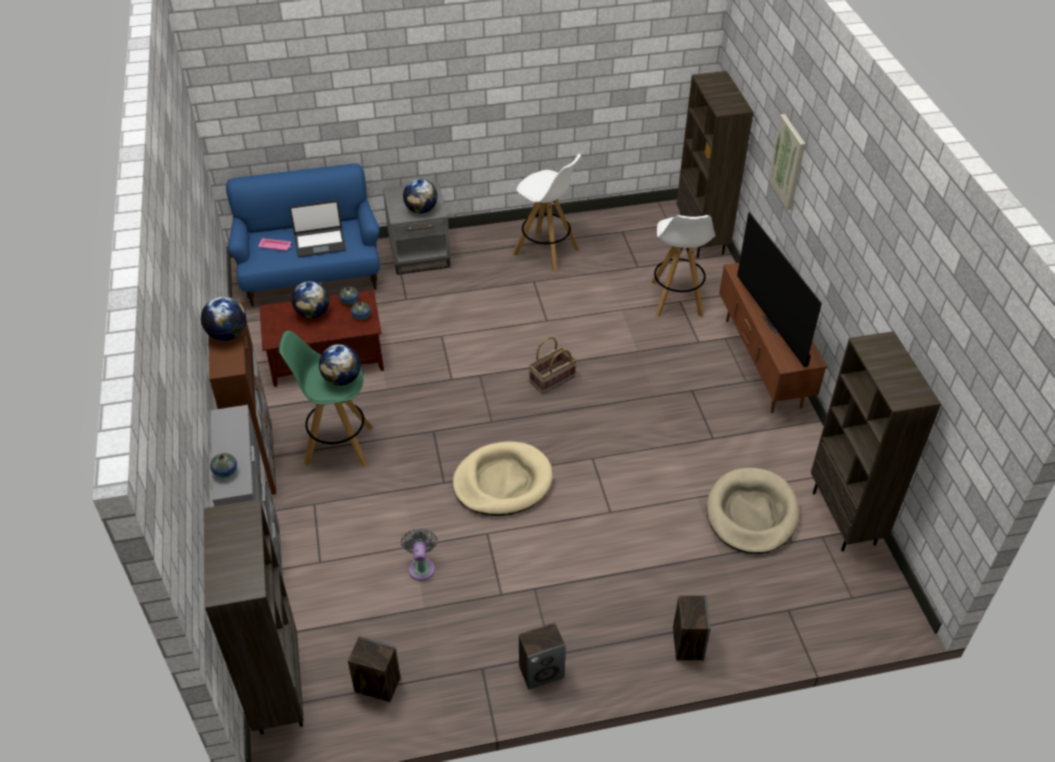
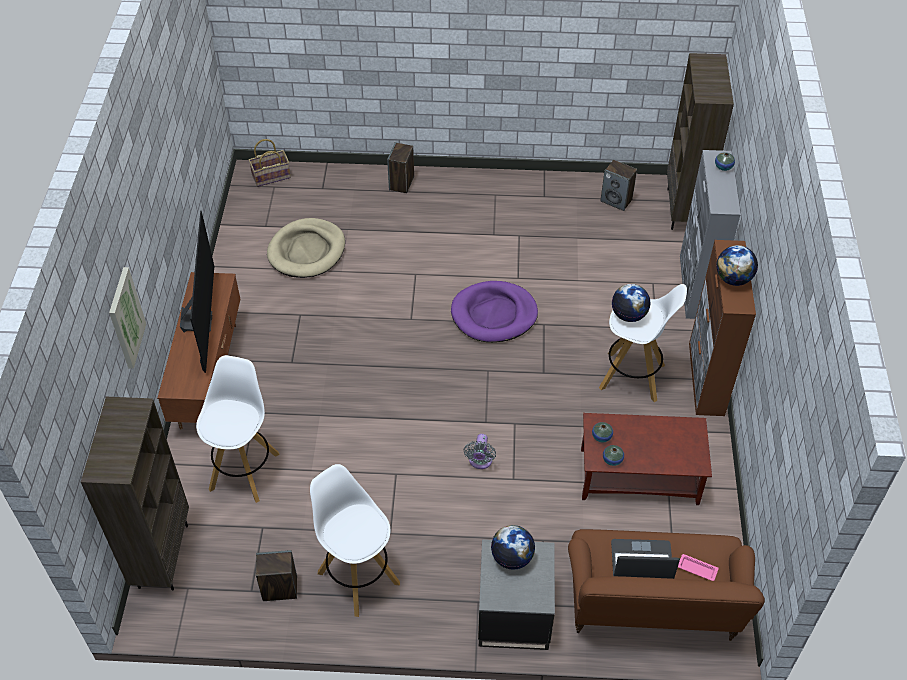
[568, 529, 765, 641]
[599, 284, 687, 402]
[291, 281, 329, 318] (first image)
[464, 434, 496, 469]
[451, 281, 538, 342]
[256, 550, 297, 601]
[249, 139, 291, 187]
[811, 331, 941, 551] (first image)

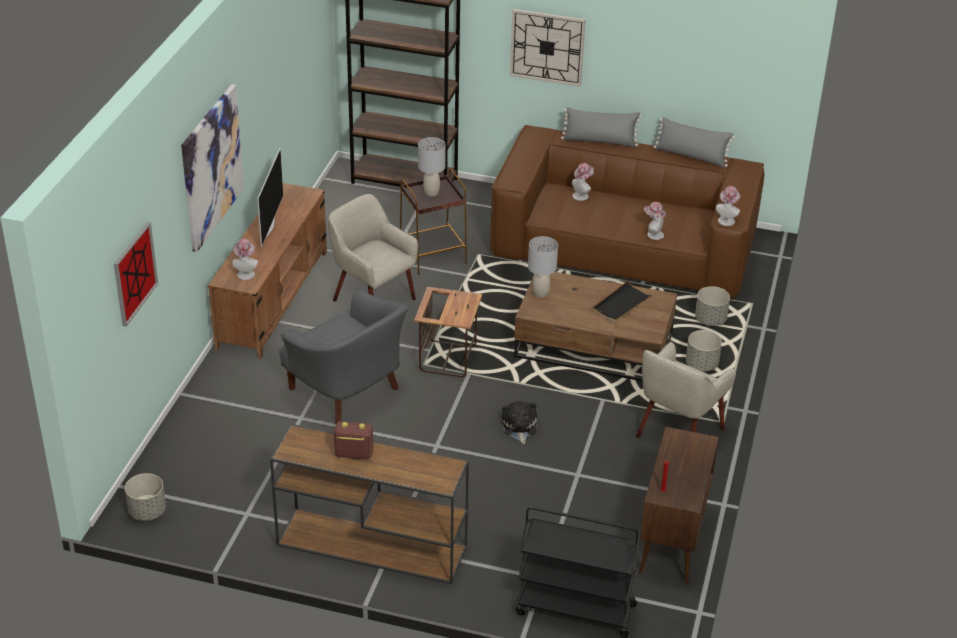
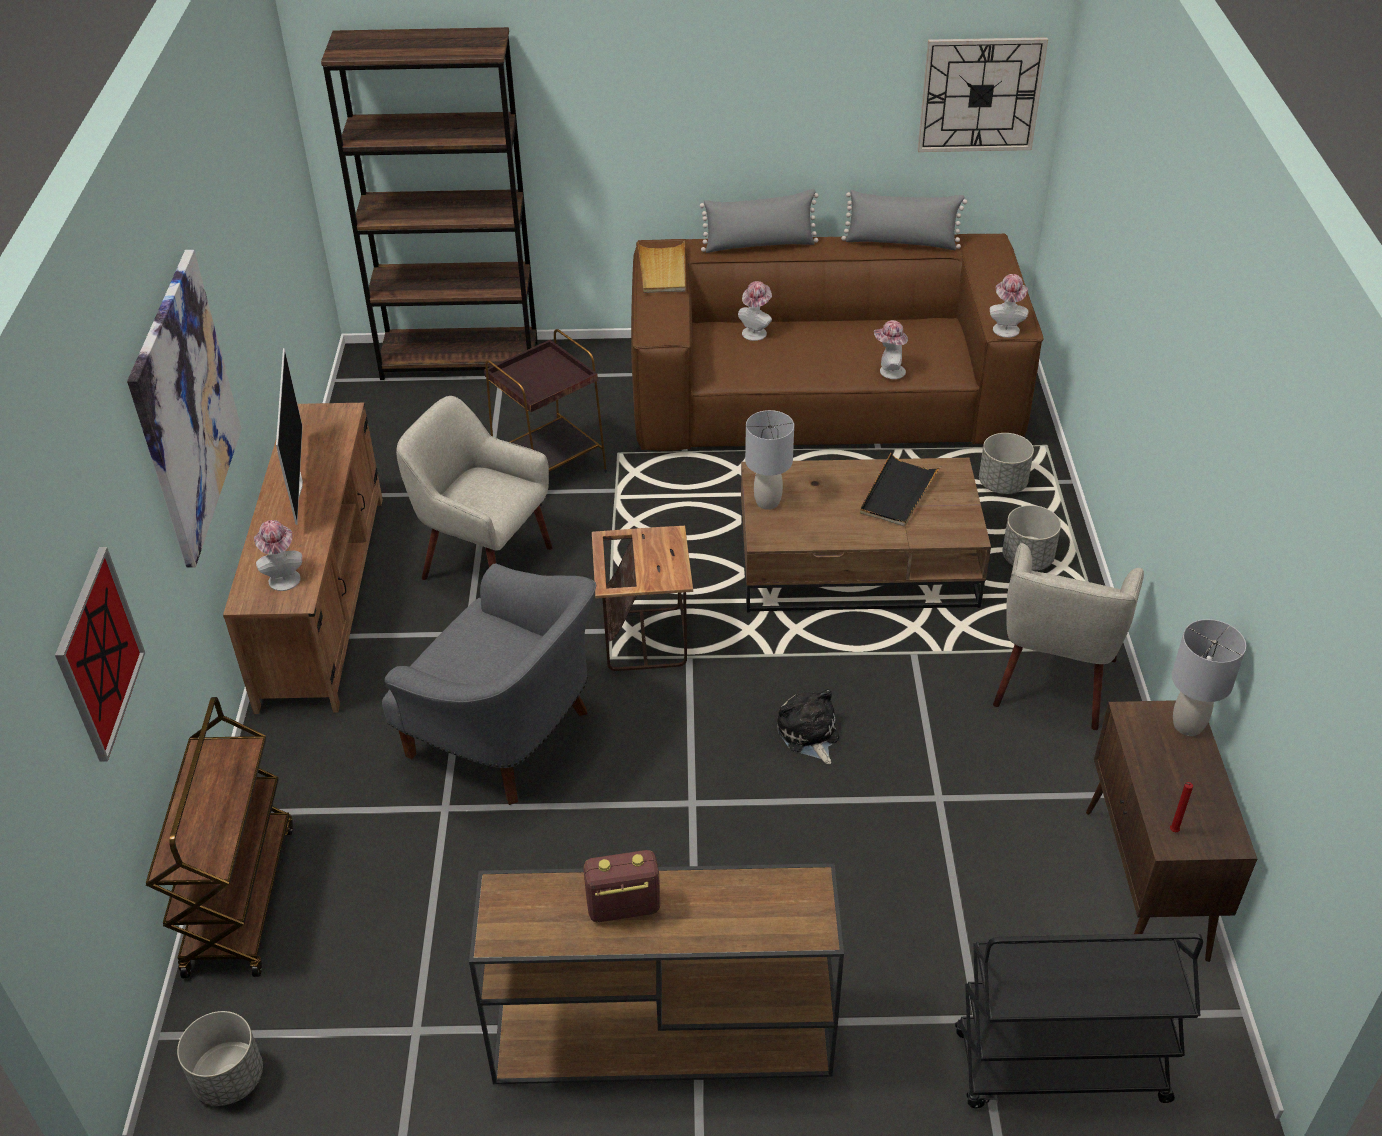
[1172, 619, 1246, 736]
[918, 37, 1048, 152]
[146, 697, 293, 978]
[638, 240, 686, 293]

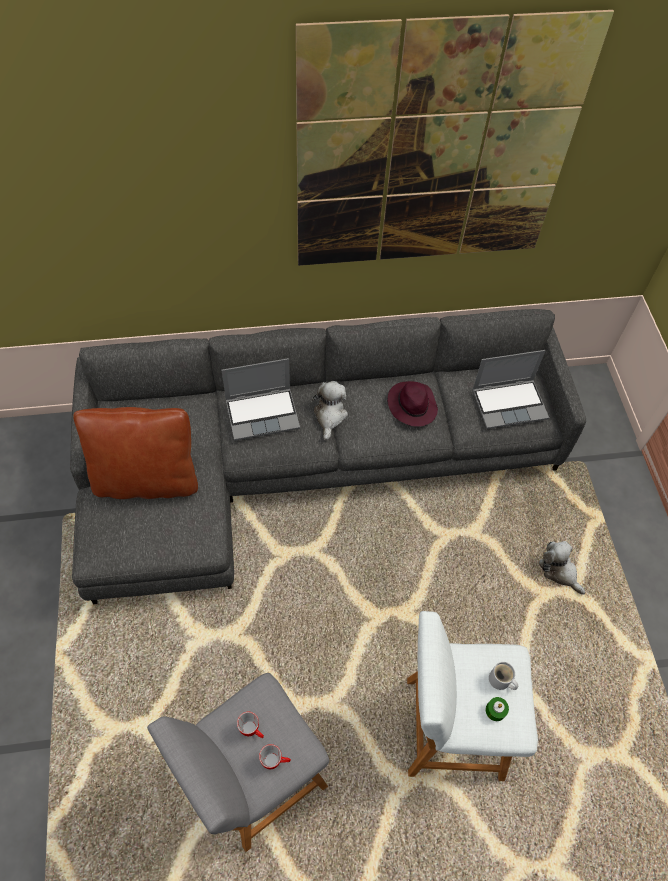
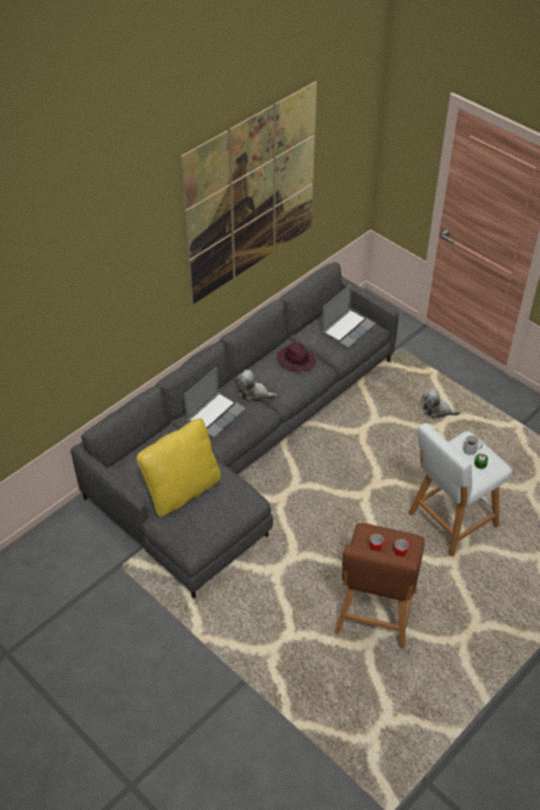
[137, 418, 221, 517]
[335, 523, 425, 649]
[237, 370, 277, 402]

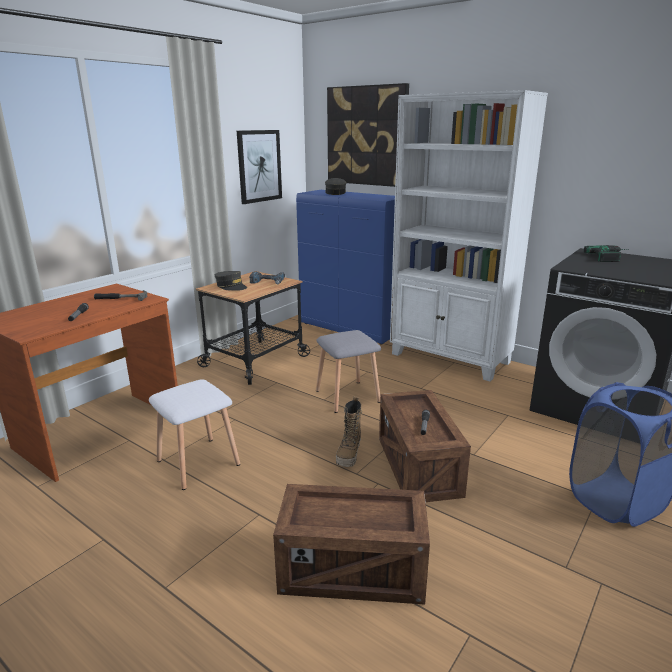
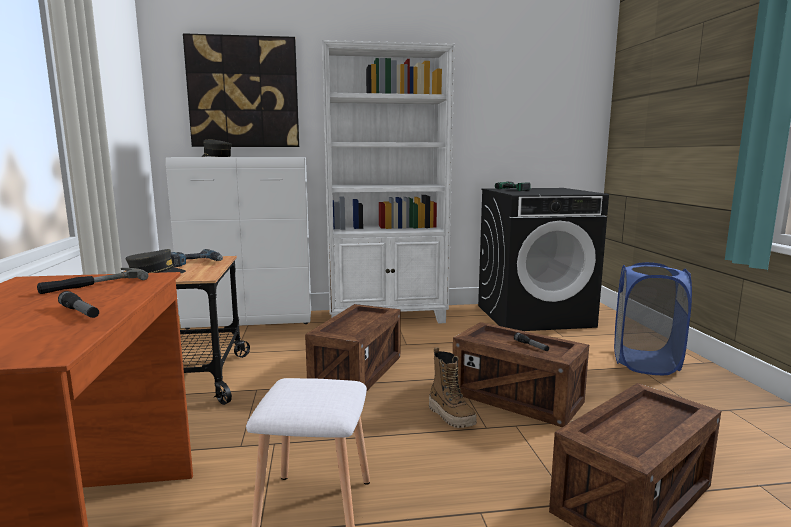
[237, 130, 282, 204] (first image)
[166, 157, 311, 329]
[305, 304, 400, 392]

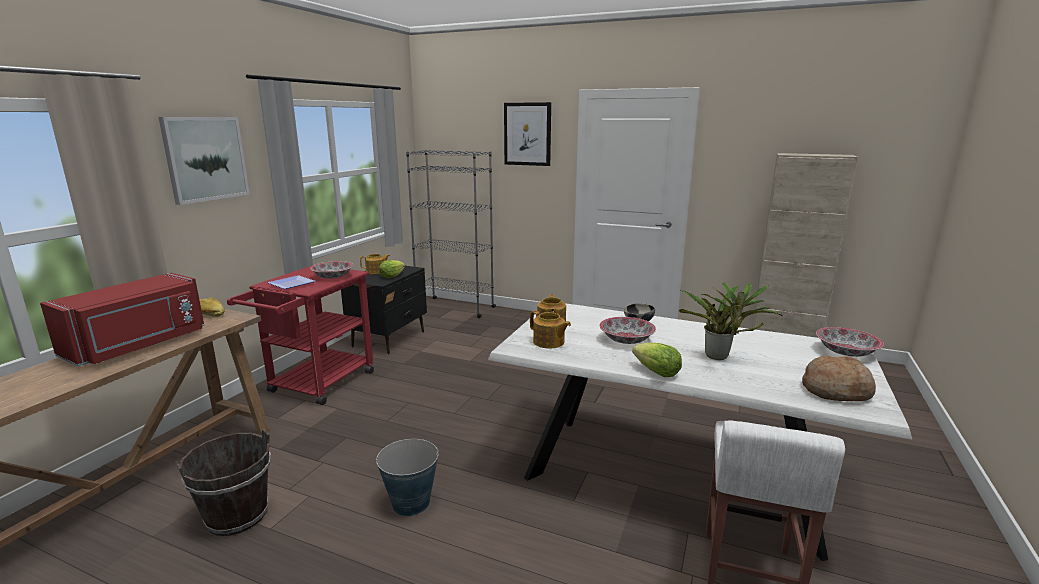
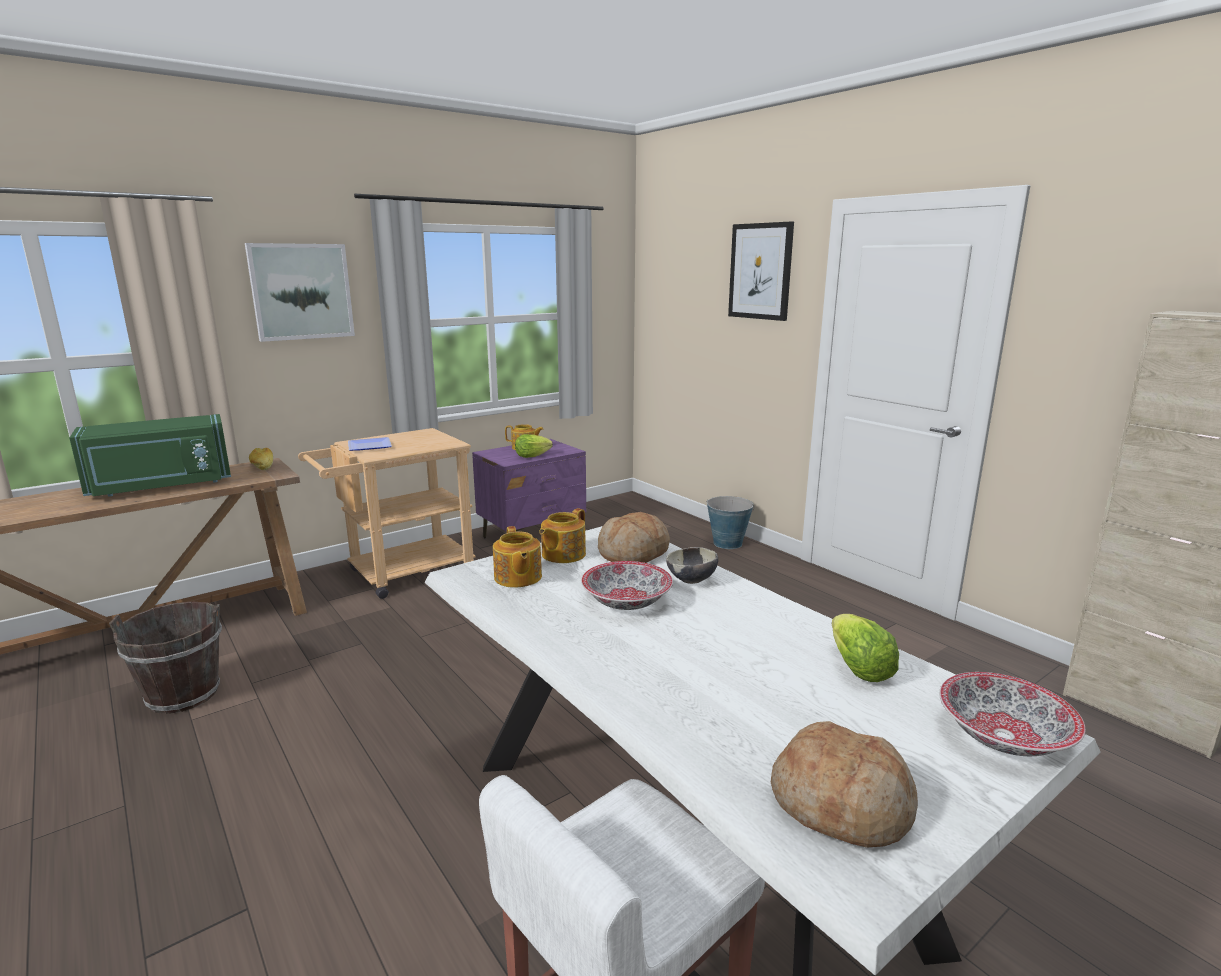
[69, 414, 231, 497]
[298, 428, 476, 599]
[310, 261, 353, 279] (first image)
[472, 439, 586, 539]
[706, 496, 754, 549]
[406, 150, 496, 318] (first image)
[832, 614, 899, 682]
[679, 283, 782, 360] (first image)
[598, 512, 670, 563]

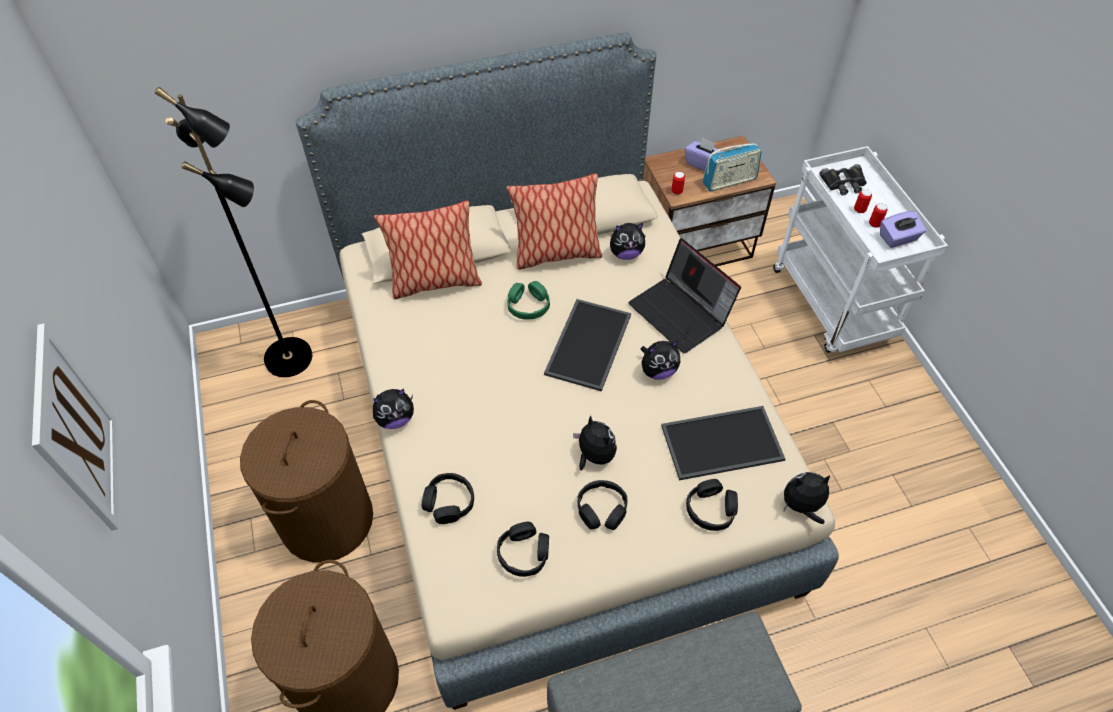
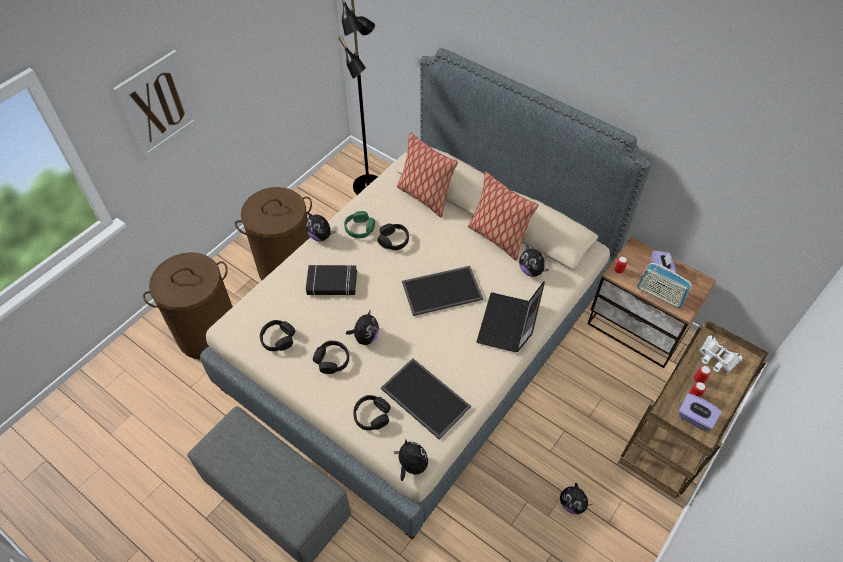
[377, 224, 409, 250]
[344, 211, 375, 238]
[560, 483, 592, 514]
[620, 320, 768, 499]
[699, 335, 743, 372]
[306, 265, 357, 296]

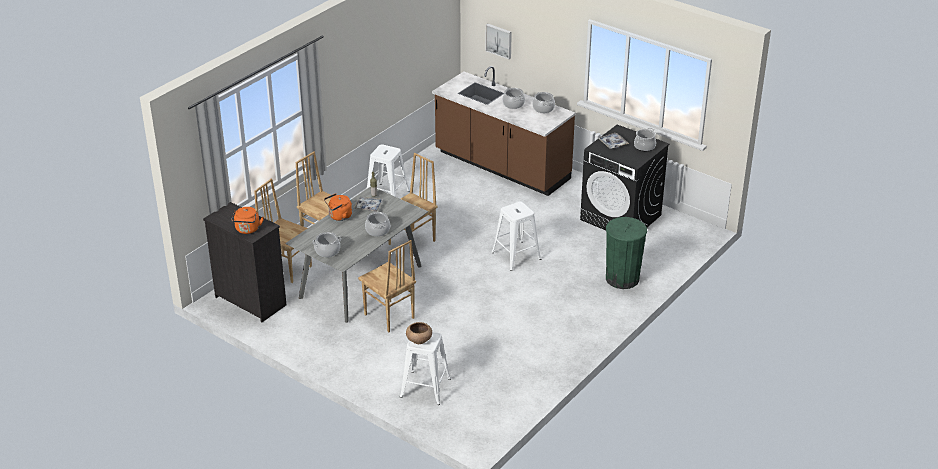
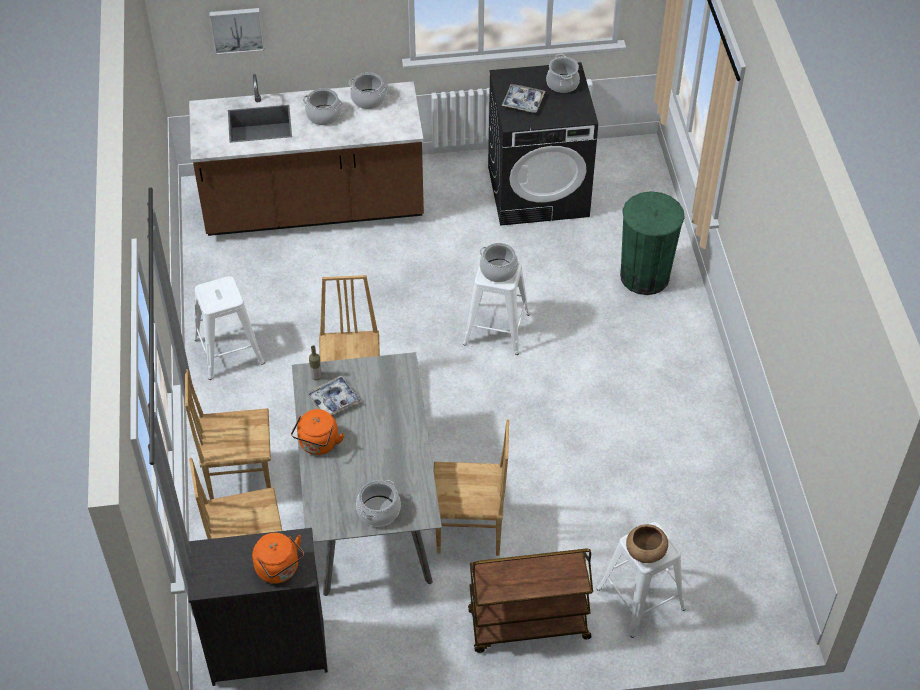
[480, 243, 519, 282]
[468, 549, 593, 653]

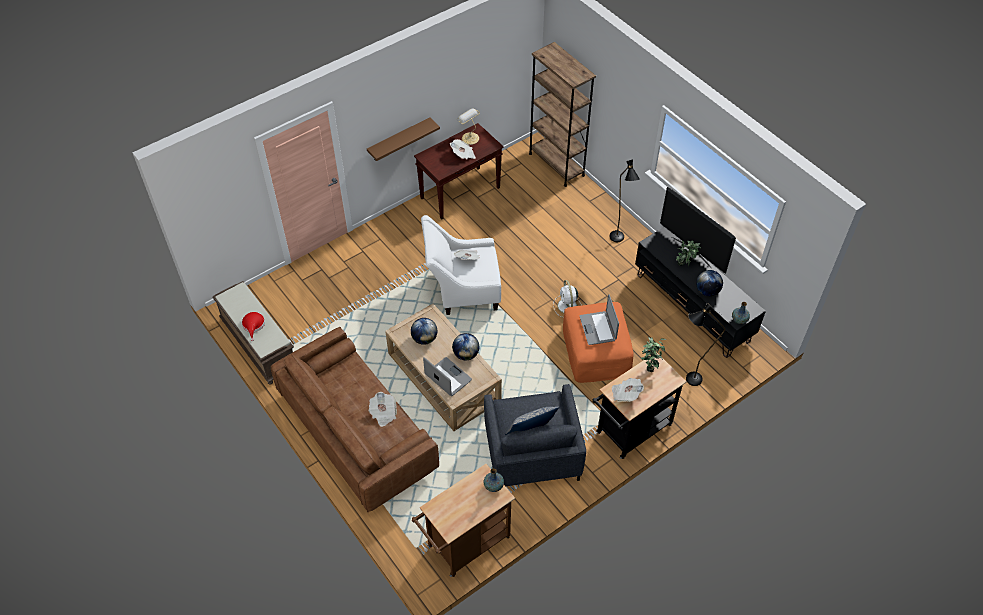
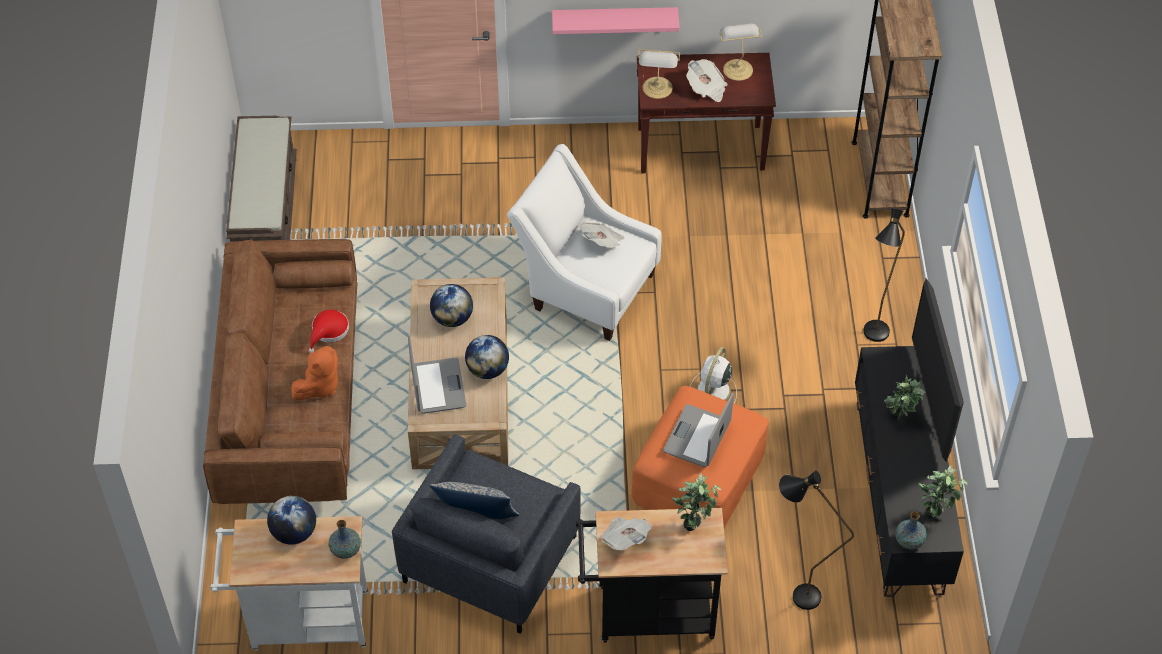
[309, 310, 349, 353]
[552, 7, 680, 34]
[291, 346, 338, 400]
[210, 516, 368, 651]
[267, 496, 316, 545]
[638, 49, 680, 99]
[919, 465, 968, 519]

